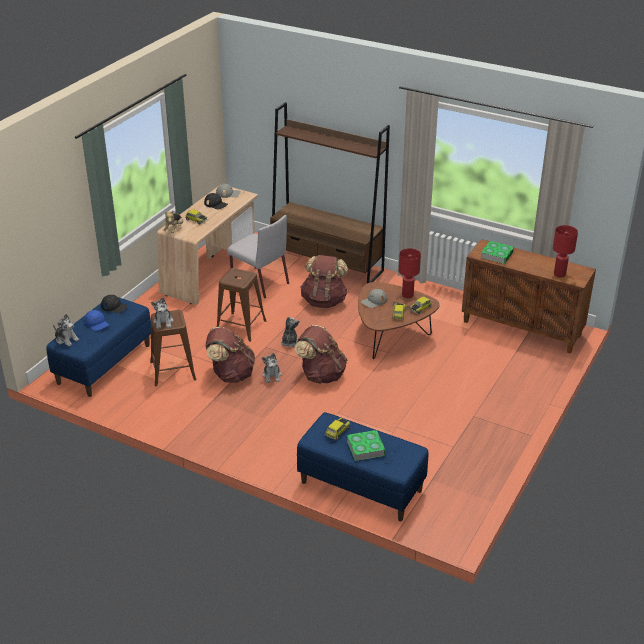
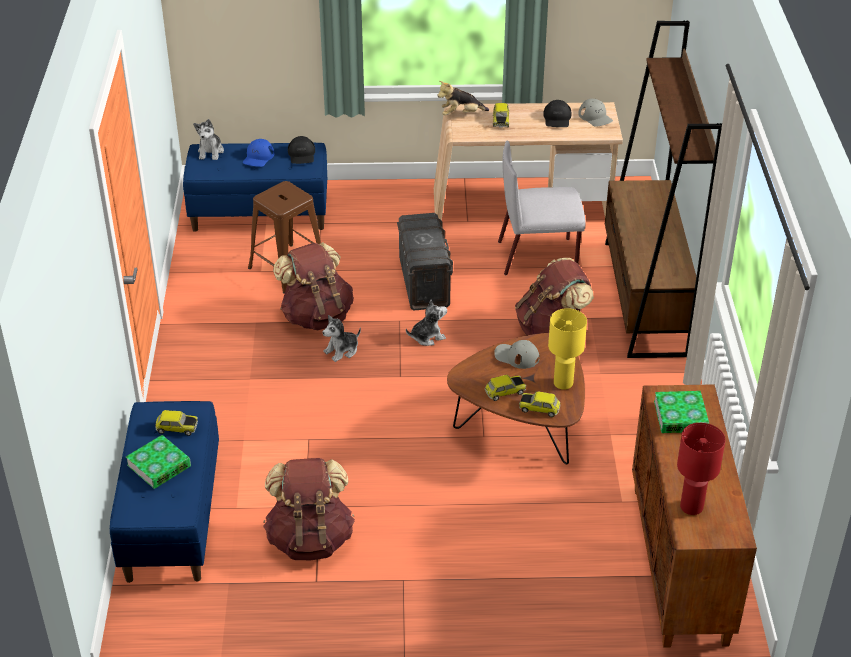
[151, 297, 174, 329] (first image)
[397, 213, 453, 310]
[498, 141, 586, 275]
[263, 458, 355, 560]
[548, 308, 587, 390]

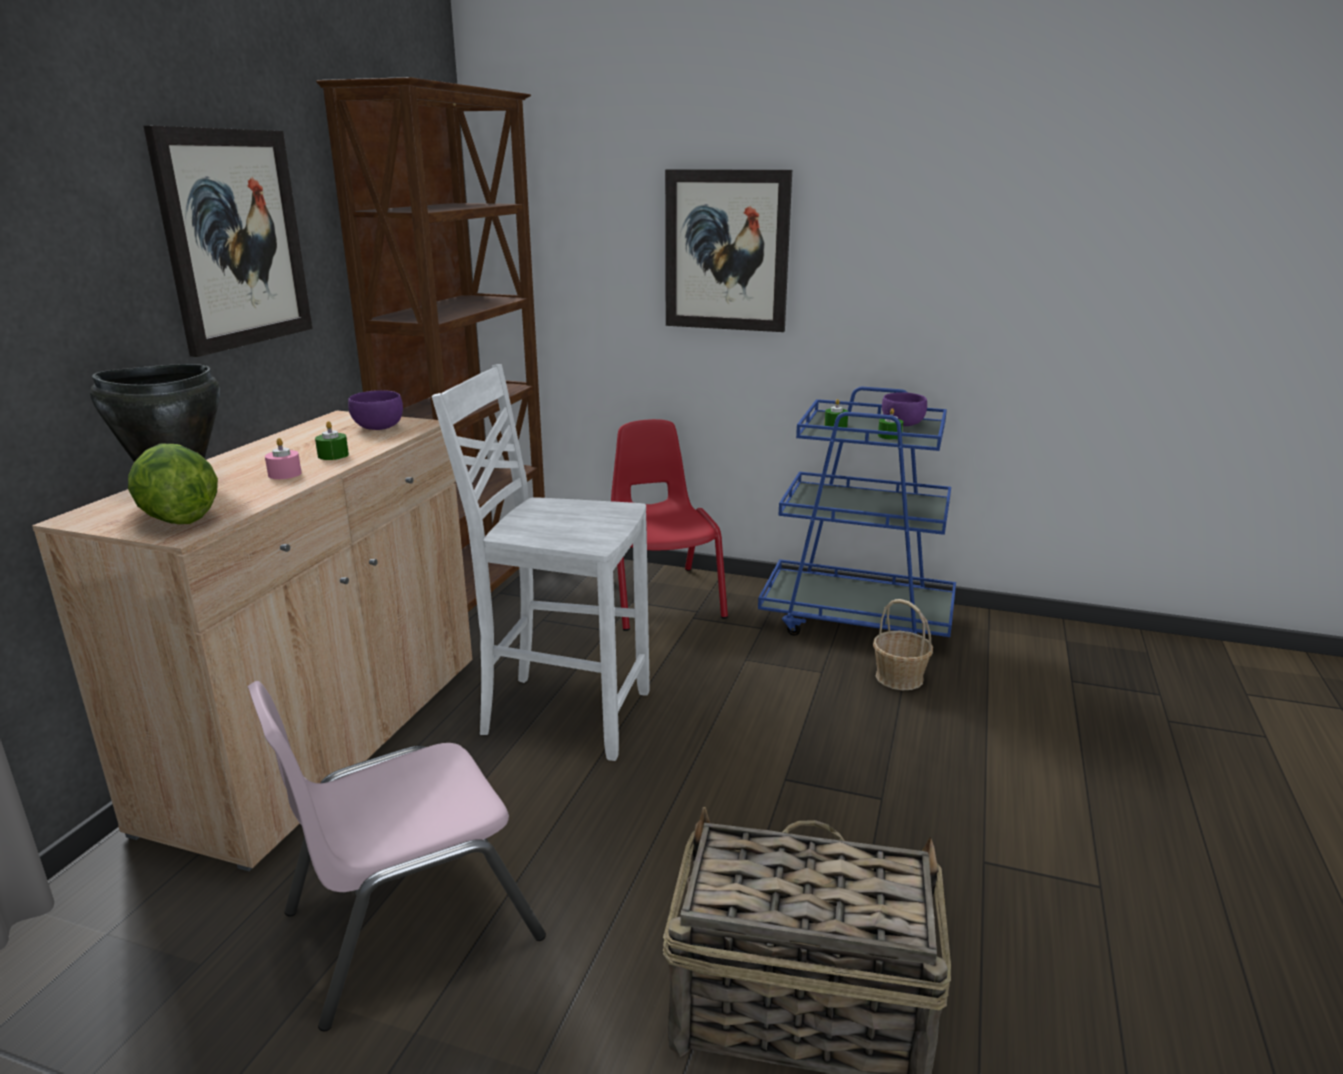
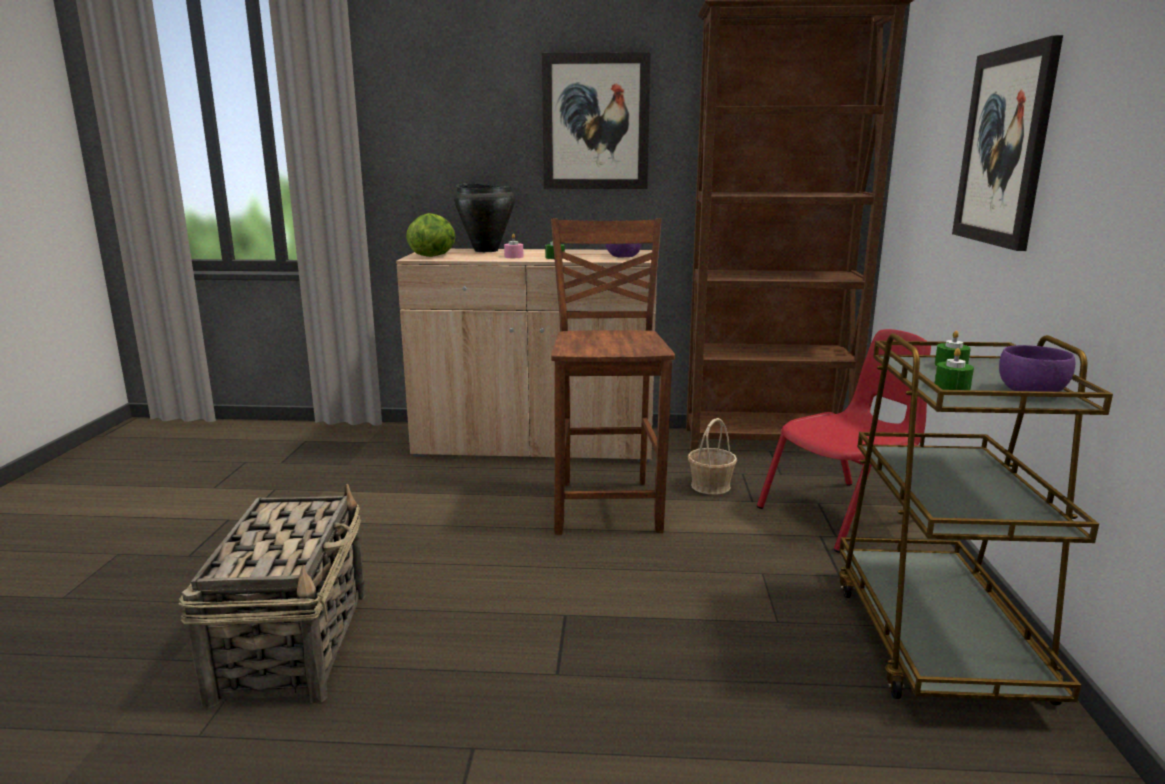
[247, 681, 546, 1031] (first image)
[551, 218, 675, 535]
[839, 333, 1113, 705]
[688, 418, 737, 495]

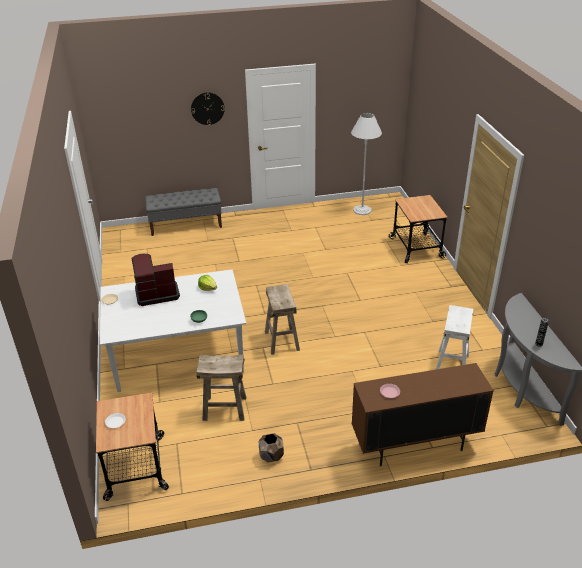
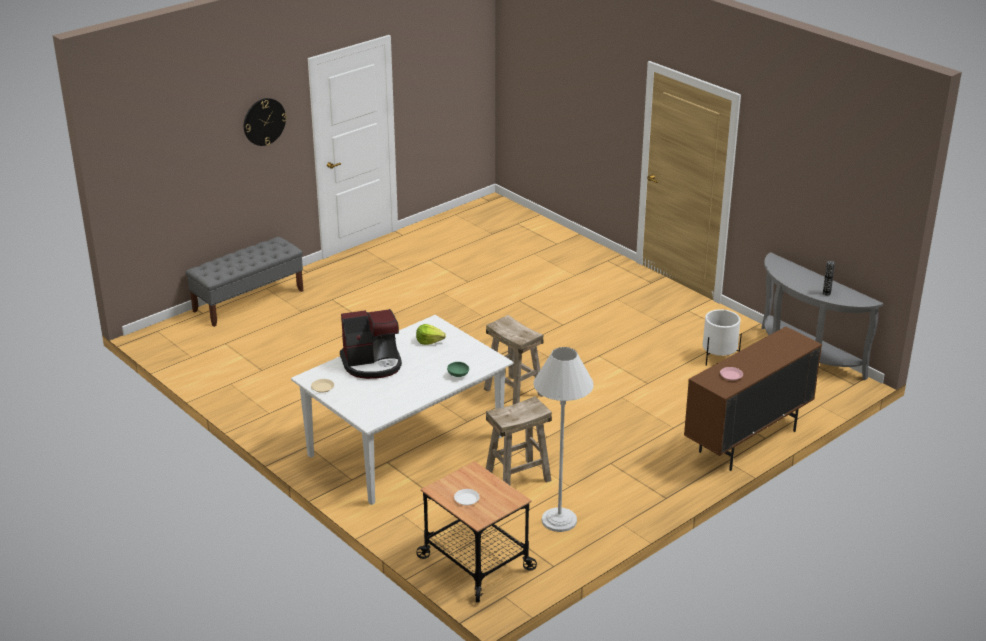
[340, 309, 402, 379]
[258, 433, 284, 462] (first image)
[533, 347, 594, 532]
[389, 195, 448, 263] (first image)
[703, 309, 742, 366]

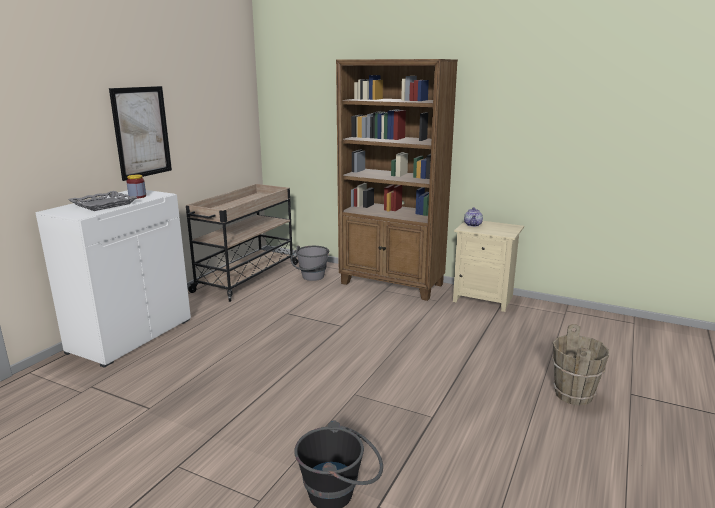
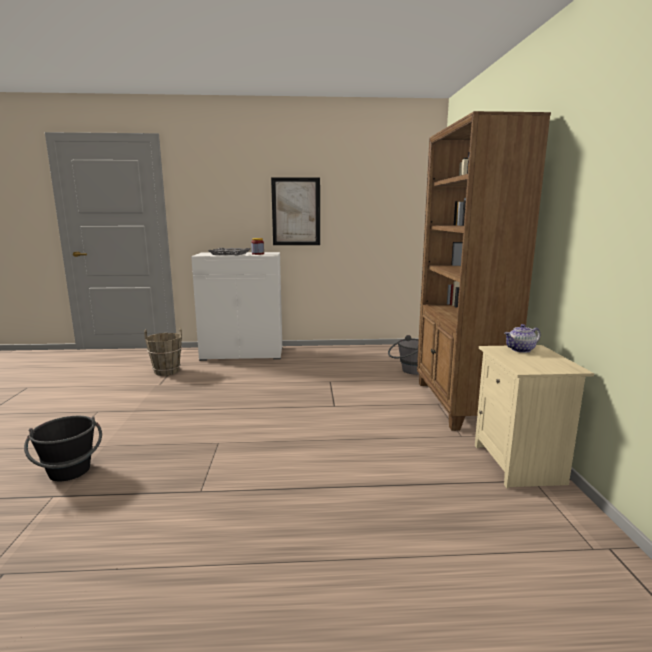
[186, 184, 298, 302] (first image)
[144, 327, 182, 376]

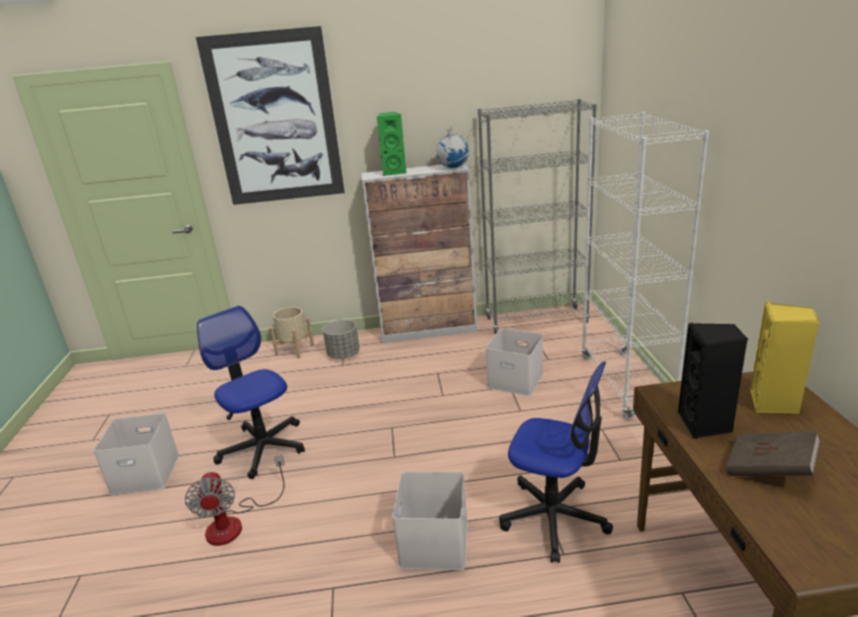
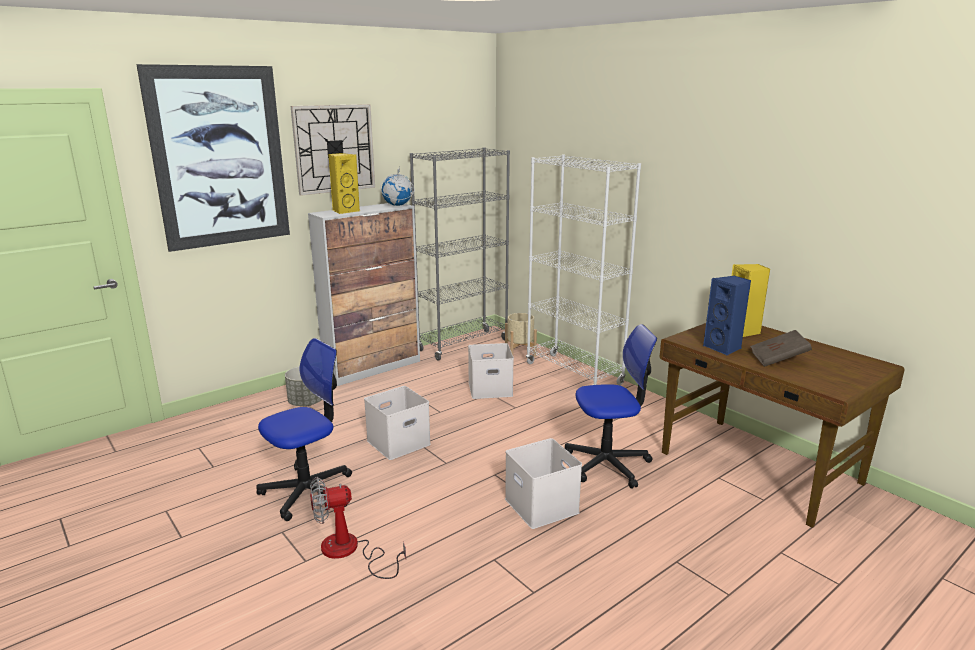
[364, 386, 431, 460]
[310, 477, 406, 579]
[256, 338, 352, 521]
[505, 313, 537, 357]
[328, 153, 360, 214]
[703, 276, 751, 356]
[290, 104, 375, 196]

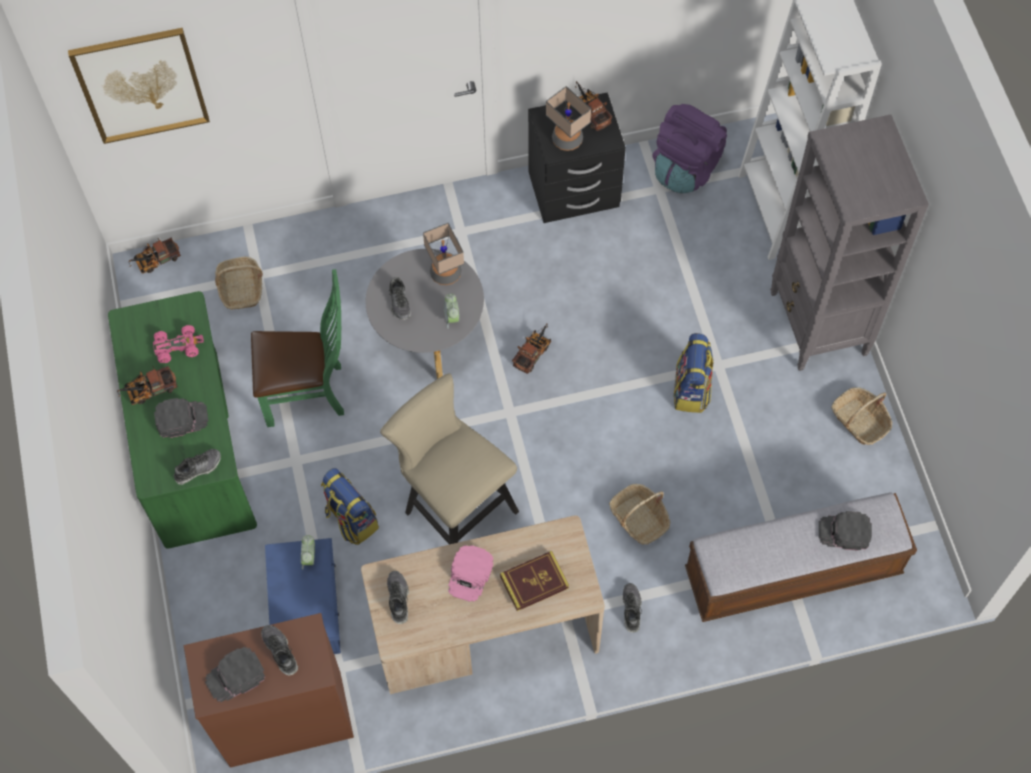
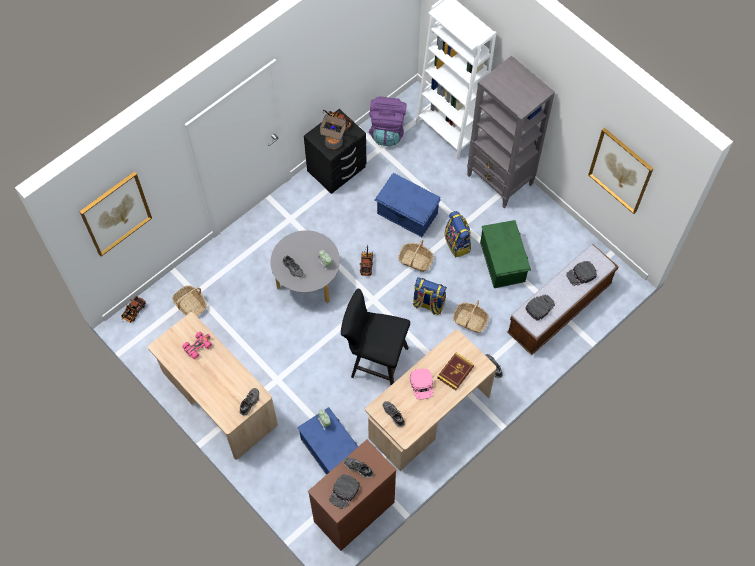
[148, 312, 278, 460]
[117, 366, 177, 405] (first image)
[525, 294, 555, 321]
[251, 269, 344, 427] (first image)
[413, 277, 447, 315]
[341, 288, 410, 386]
[423, 223, 464, 285] (first image)
[398, 240, 434, 272]
[375, 173, 441, 237]
[480, 220, 531, 288]
[588, 128, 654, 214]

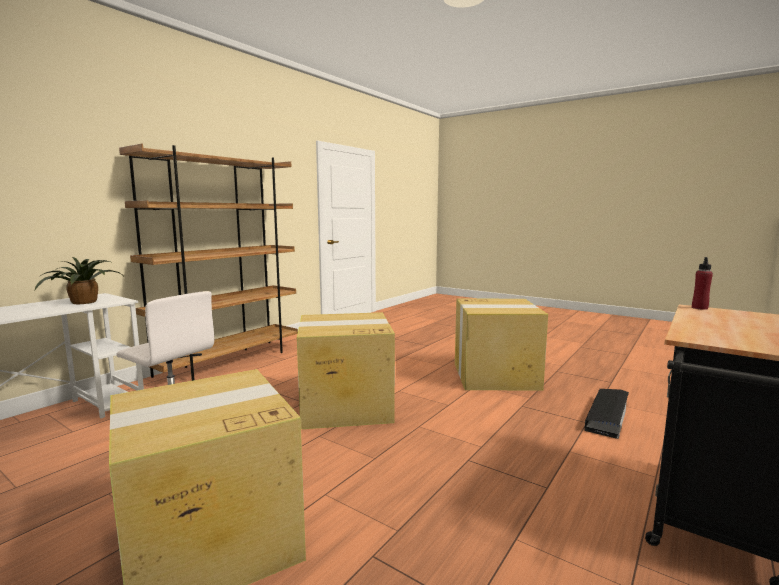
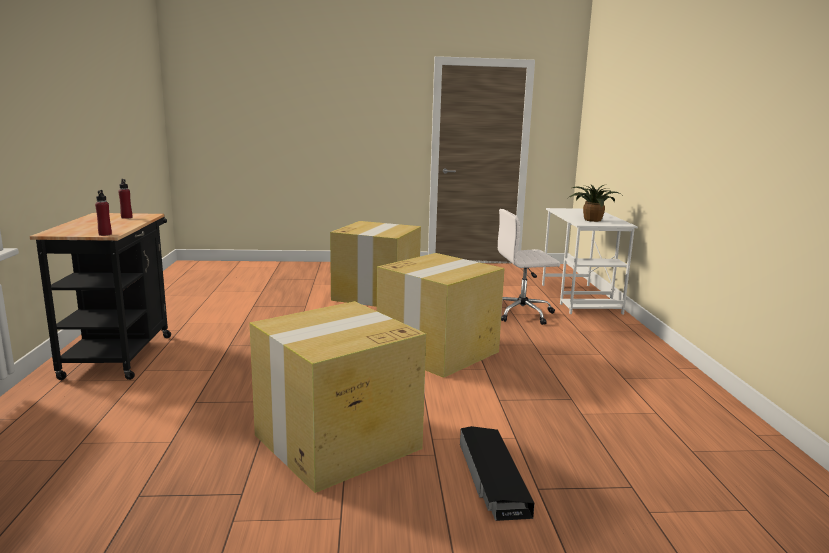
[119, 144, 298, 381] (first image)
[460, 426, 534, 521]
[118, 179, 132, 219]

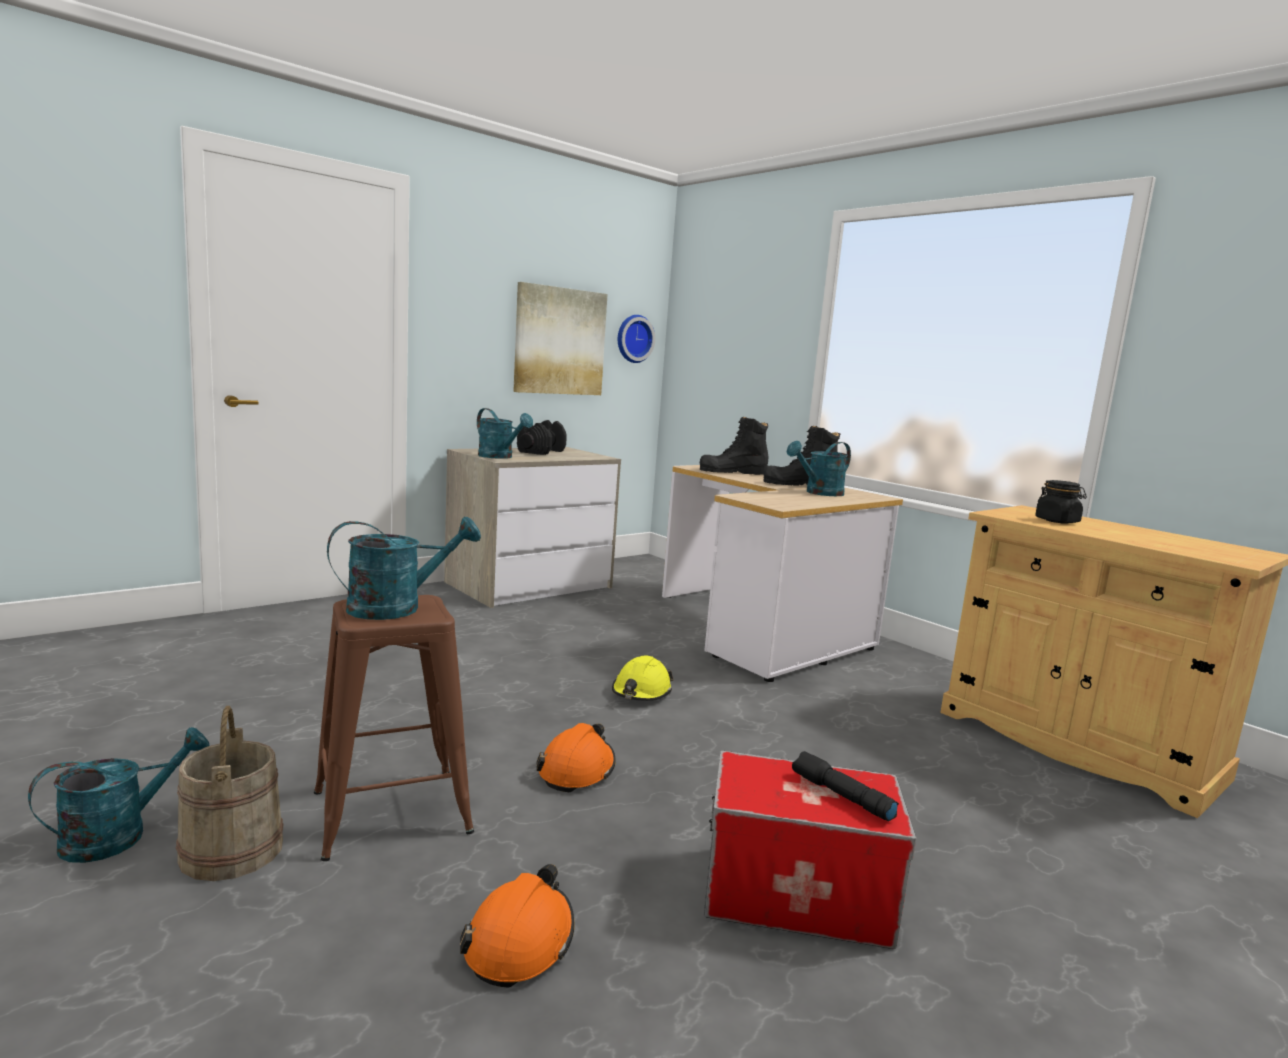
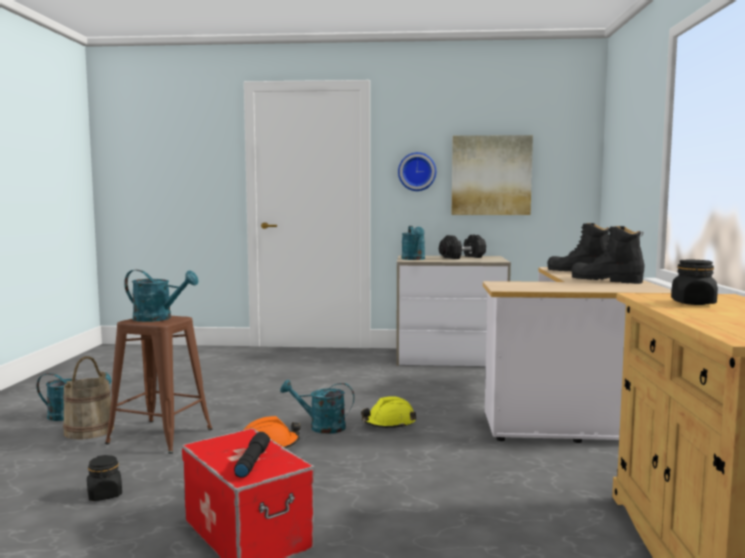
[87, 455, 122, 501]
[398, 152, 436, 191]
[280, 380, 355, 434]

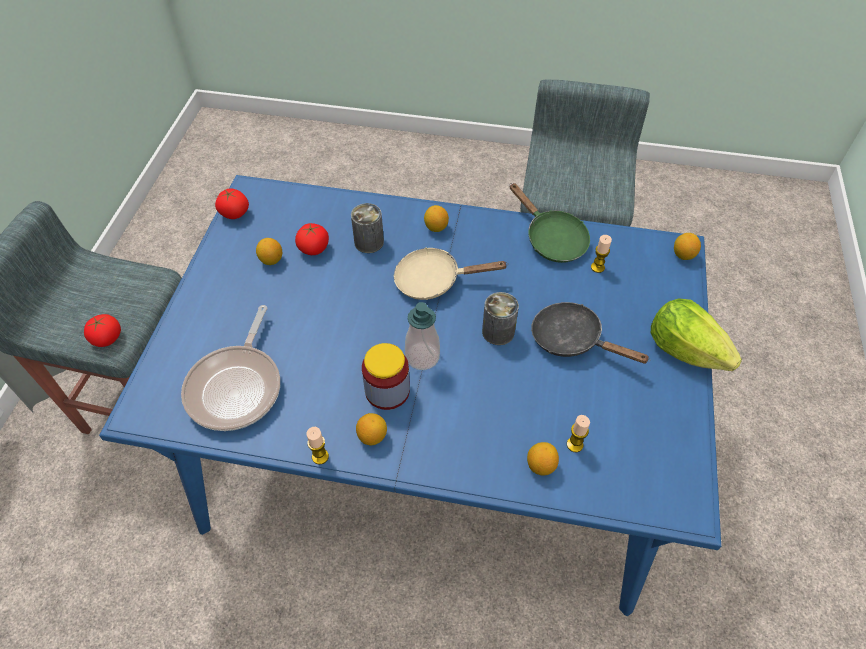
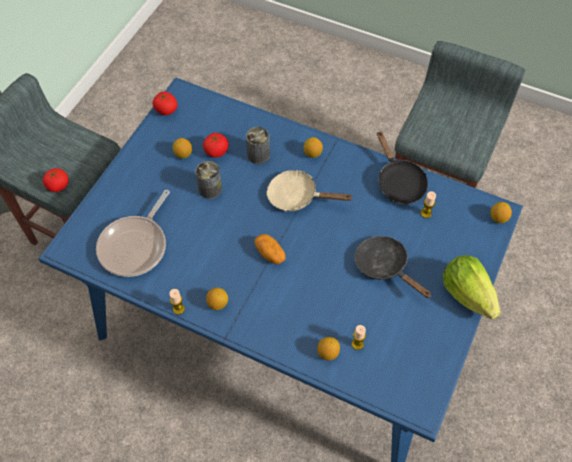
[362, 343, 410, 410] (first image)
[255, 234, 286, 264]
[195, 161, 222, 199]
[377, 131, 428, 204]

